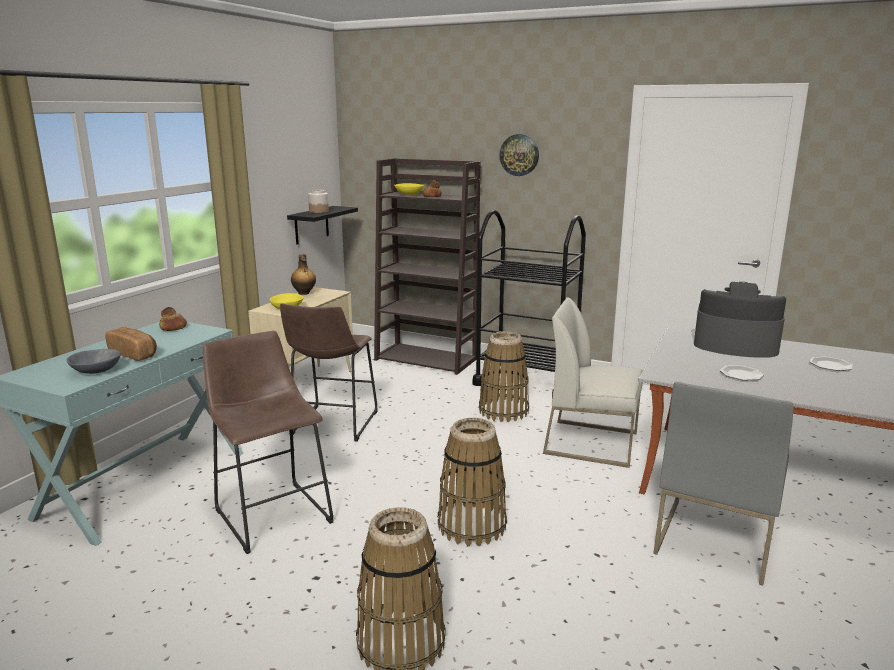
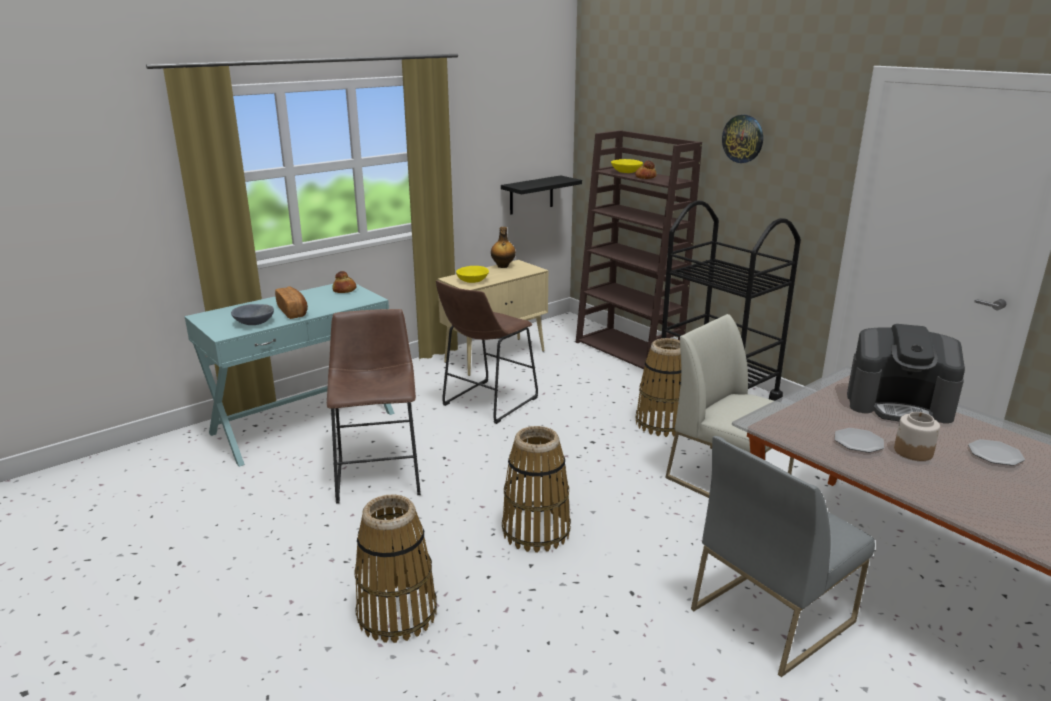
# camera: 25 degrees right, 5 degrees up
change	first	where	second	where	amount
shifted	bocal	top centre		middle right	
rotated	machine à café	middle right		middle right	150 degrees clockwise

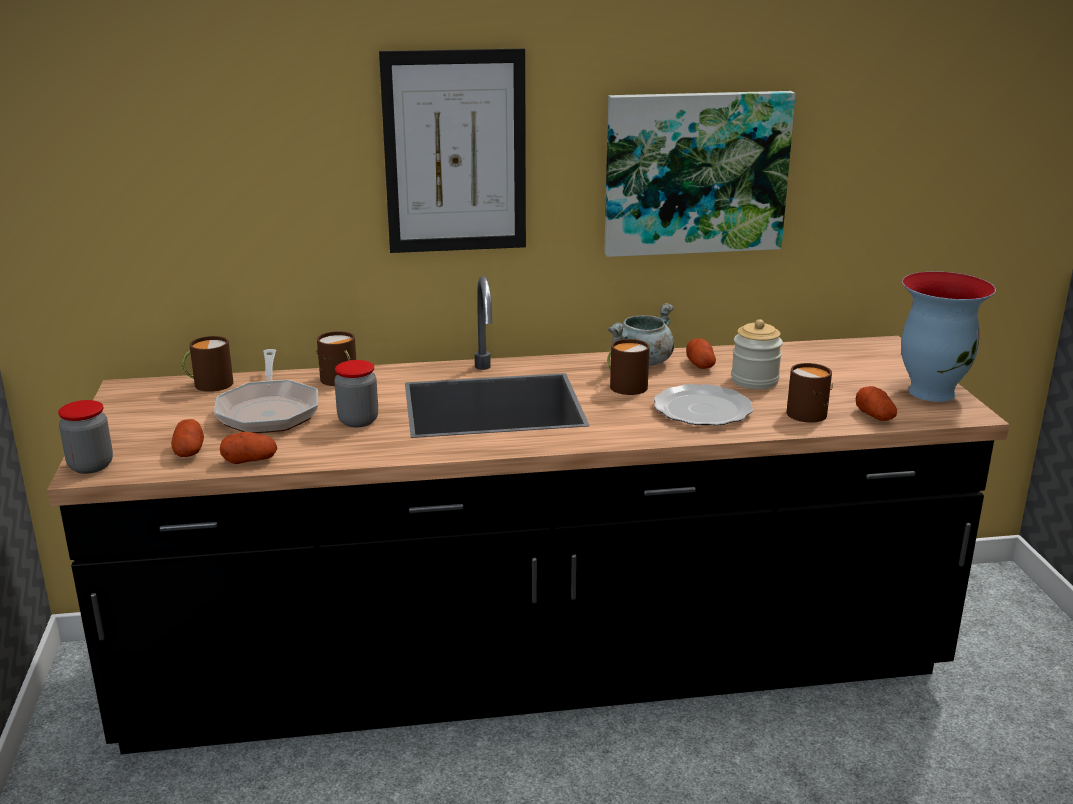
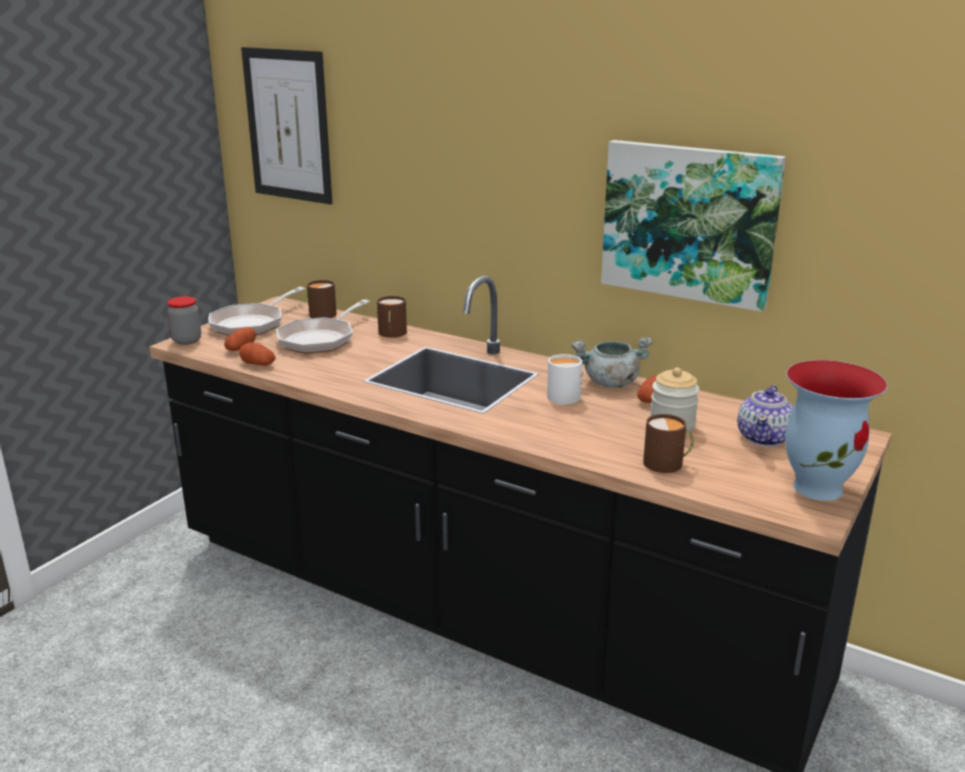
# camera: 40 degrees right, 0 degrees up
change	first	where	second	where	amount
gone	bocal (no. 2 from left)	middle left			
gone	assiette	centre			
gone	pomme de terre (no. 4 from left)	middle right			
new			poêle (no. 1 from left)	middle left	
new			théière	middle right	
shifted	tableau (no. 1 from left)	top centre		top left	
repainted	mug (marron) (no. 3 from left)	centre	mug (blanc)	centre	

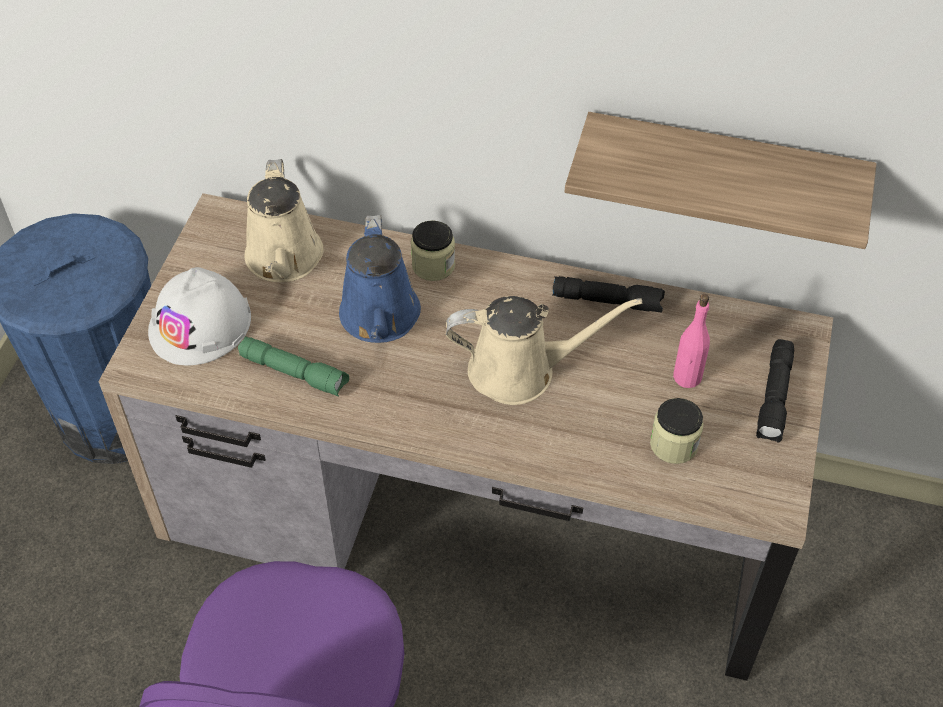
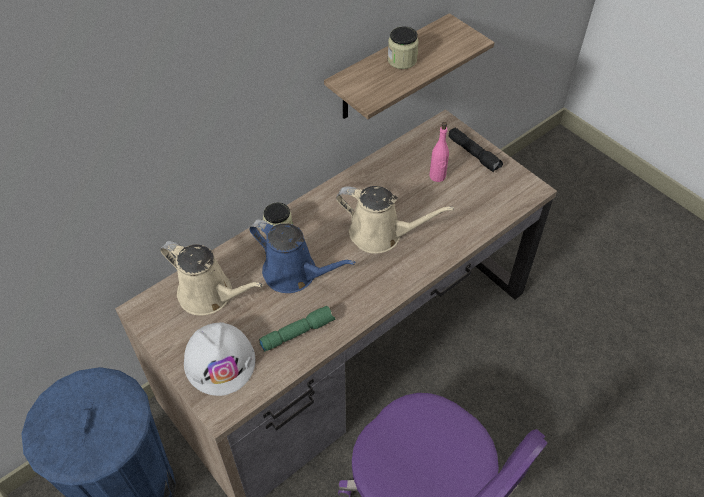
# camera: 55 degrees left, 0 degrees up
change	first	where	second	where	amount
gone	lampe de poche (noir) (no. 1 from left)	centre			
shifted	bocal (no. 2 from left)	middle right		top centre	
rotated	arrosoir (beige) (no. 2 from left)	centre		centre	75 degrees clockwise

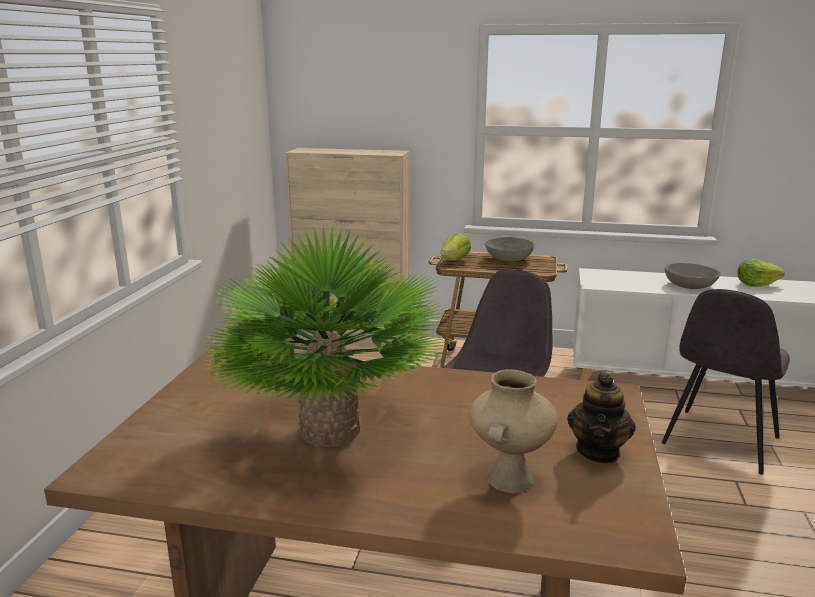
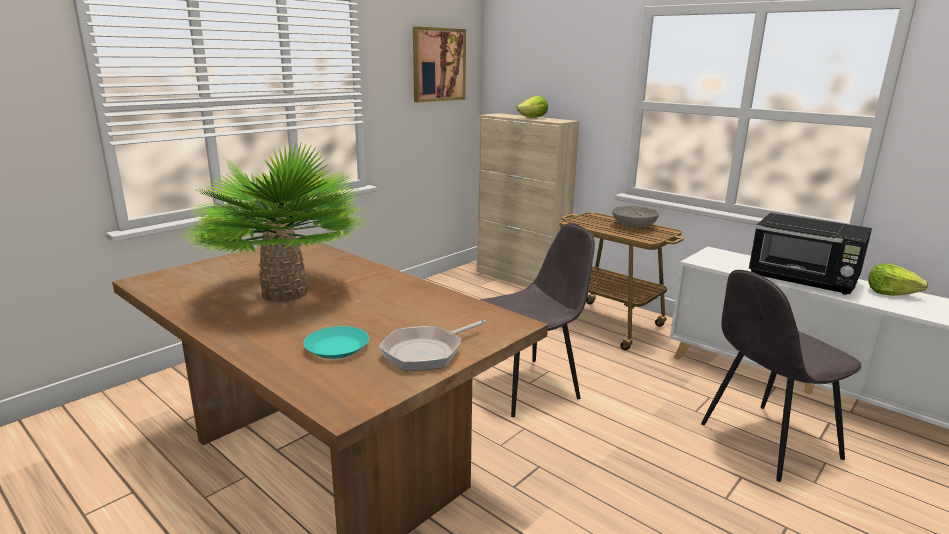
# camera: 30 degrees right, 0 degrees up
change	first	where	second	where	amount
new			tableau	top centre	
shifted	laitue (no. 1 from left)	centre		top centre	
swapped	vase (beige)	bottom centre	assiette (turquoise)	centre	
swapped	théière	bottom right	poêle	centre	
swapped	bol (gris) (no. 2 from left)	middle right	micro-ondes (noir)	middle right	

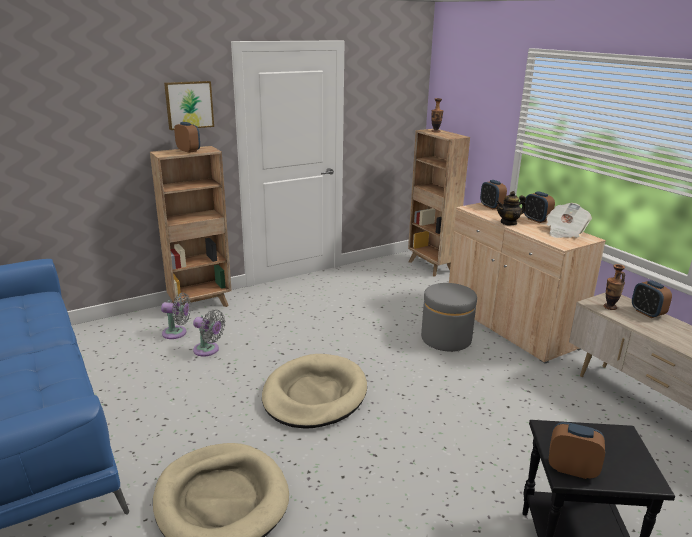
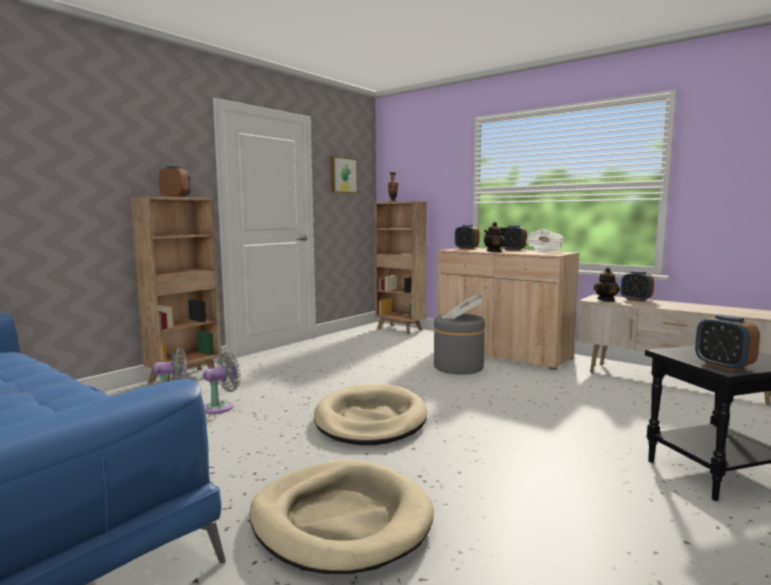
# camera: 20 degrees left, 15 degrees down
change	first	where	second	where	amount
new			journal (no. 1 from left)	centre	
shifted	tableau	top left		top centre	
swapped	vase (no. 2 from left)	middle right	théière (no. 2 from left)	middle right	
rotated	ventilateur (gris) (no. 2 from left)	middle left		middle left	45 degrees counterclockwise
rotated	réveil (no. 4 from left in the first image)	bottom right	réveil (no. 5 from left)	middle right	120 degrees counterclockwise

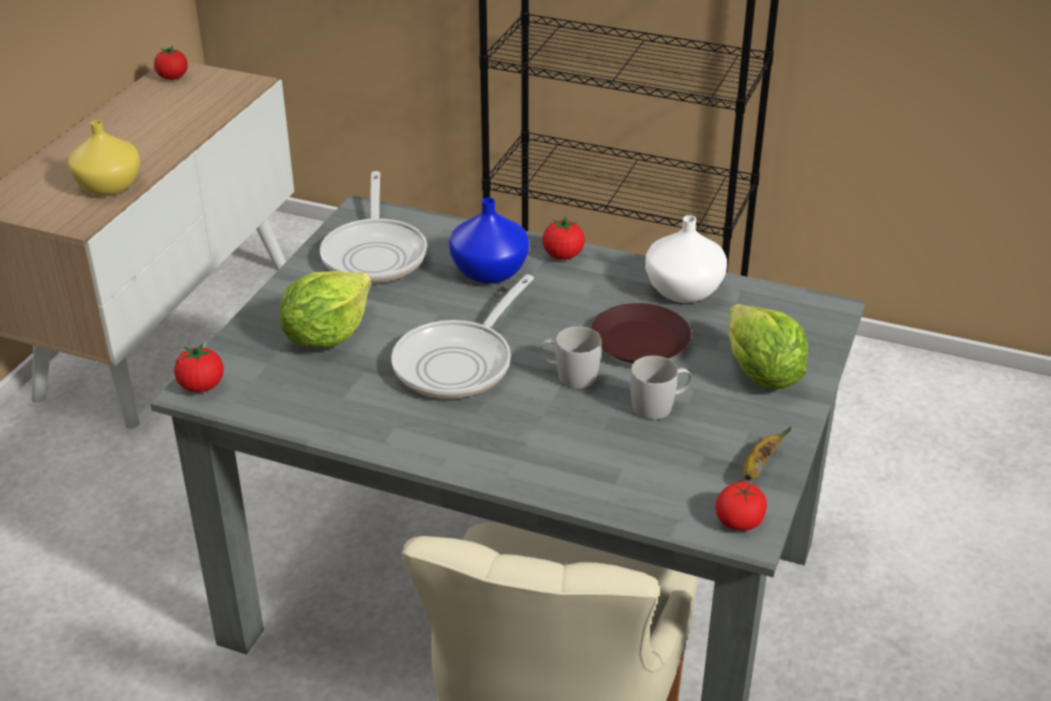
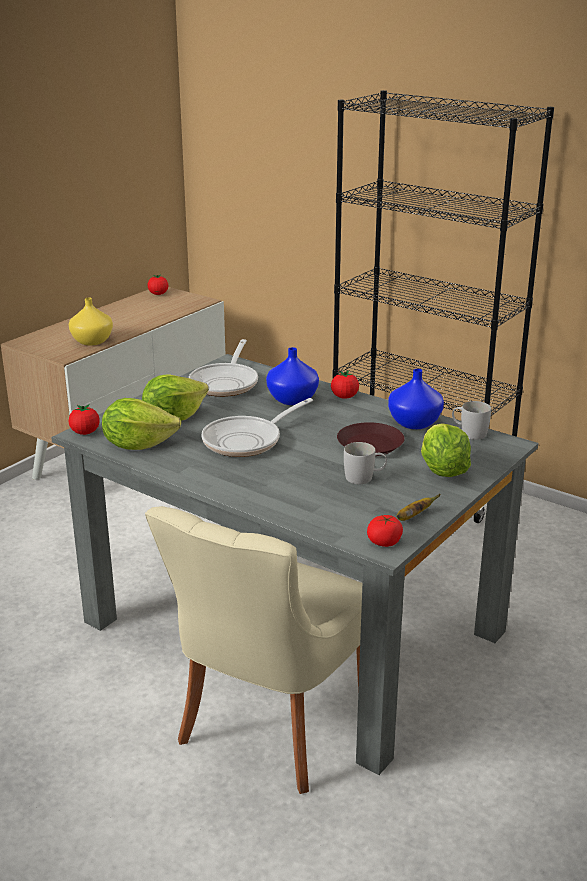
# camera: 15 degrees right, 10 degrees down
change	first	where	second	where	amount
new			laitue (no. 1 from left)	middle left	
shifted	mug (blanc) (no. 1 from left in the first image)	centre	mug (blanc) (no. 2 from left)	middle right	
repainted	vase (blanc)	centre	vase (bleu) (no. 2 from left)	middle right	

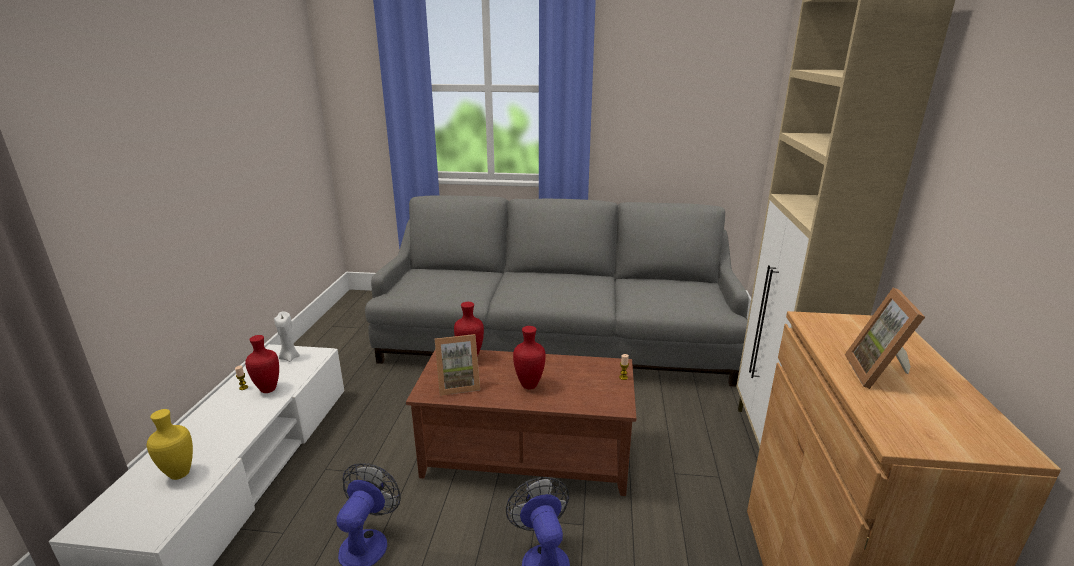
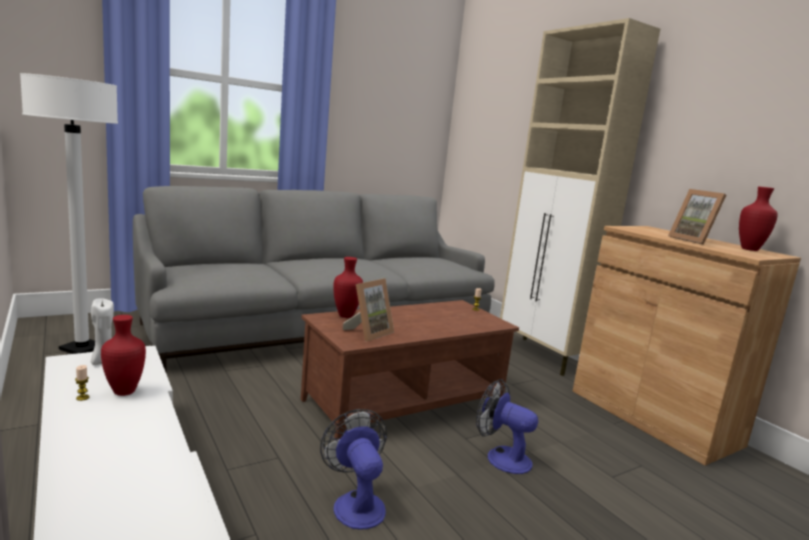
# camera: 40 degrees left, 10 degrees down
change	first	where	second	where	amount
gone	vase (jaune)	bottom left			
new			lampadaire (blanc)	middle left	
shifted	vase (rouge) (no. 3 from left)	centre		middle right	

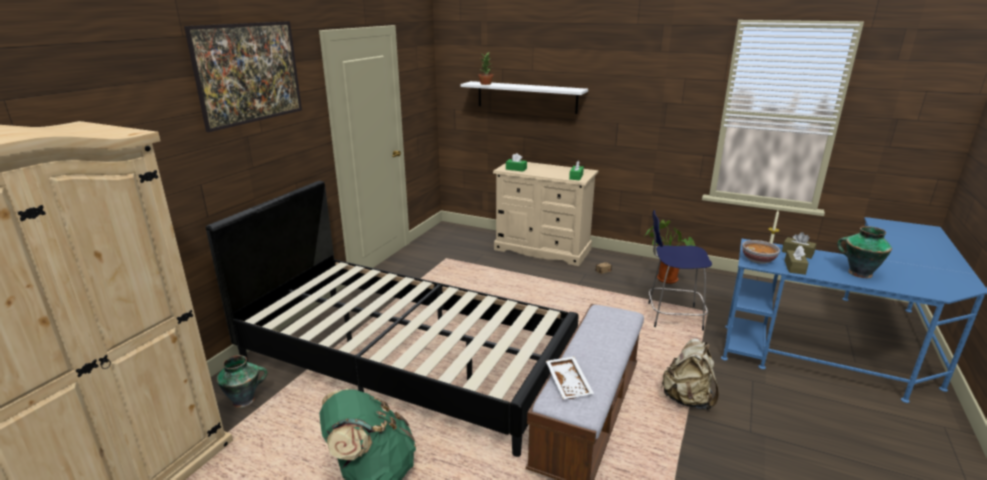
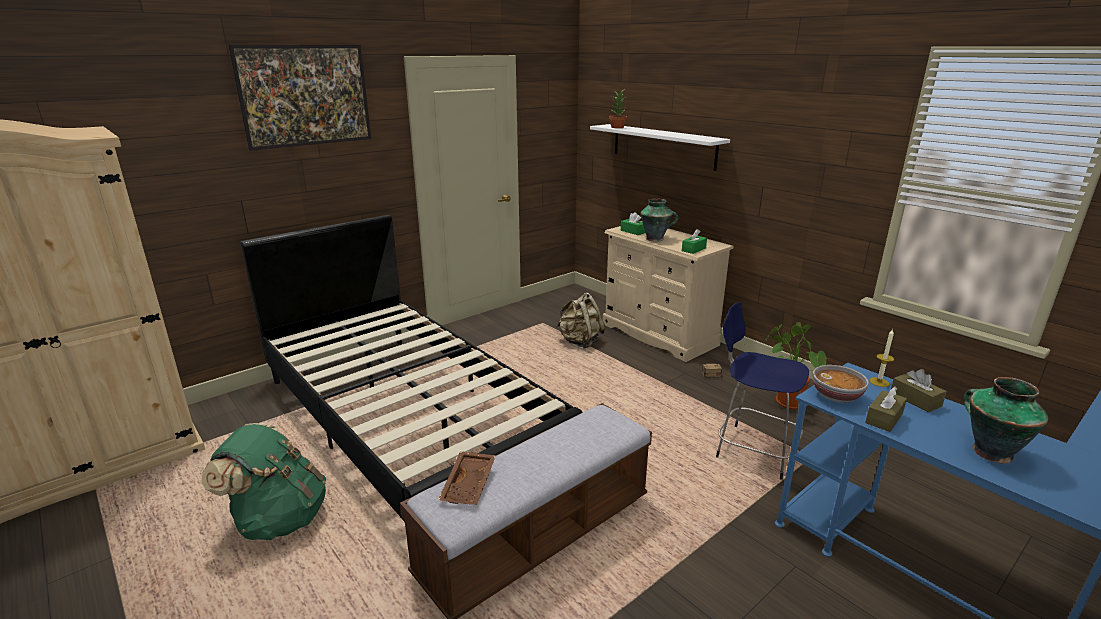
# camera: 25 degrees right, 0 degrees up
change	first	where	second	where	amount
shifted	vase (no. 1 from left)	bottom left		centre	
shifted	sac à dos (beige)	bottom right		centre	
repainted	plateau (blanc)	bottom centre	plateau (marron)	bottom centre	

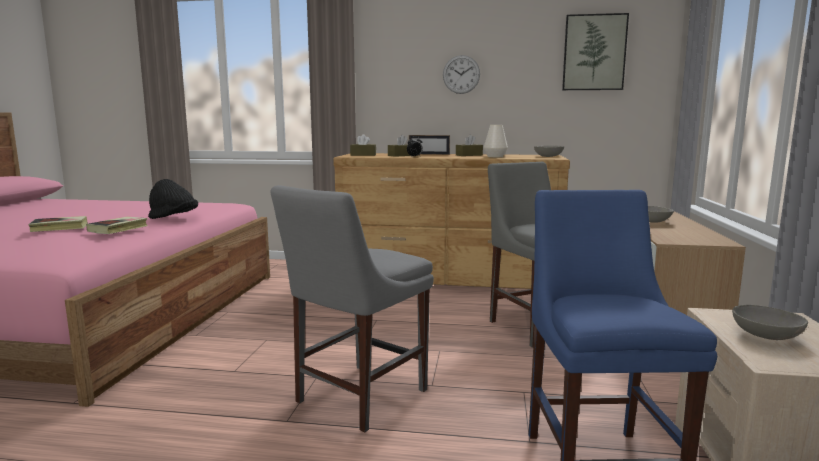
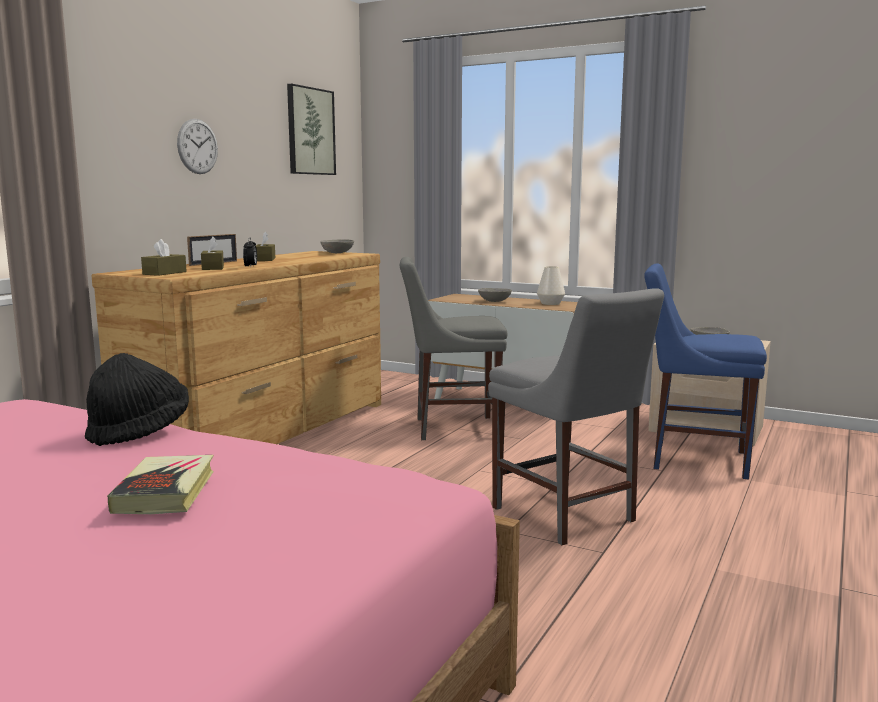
# camera: 70 degrees left, 0 degrees up
change	first	where	second	where	amount
gone	livre (no. 2 from left)	middle left			
shifted	vase (blanc)	top centre		centre	

